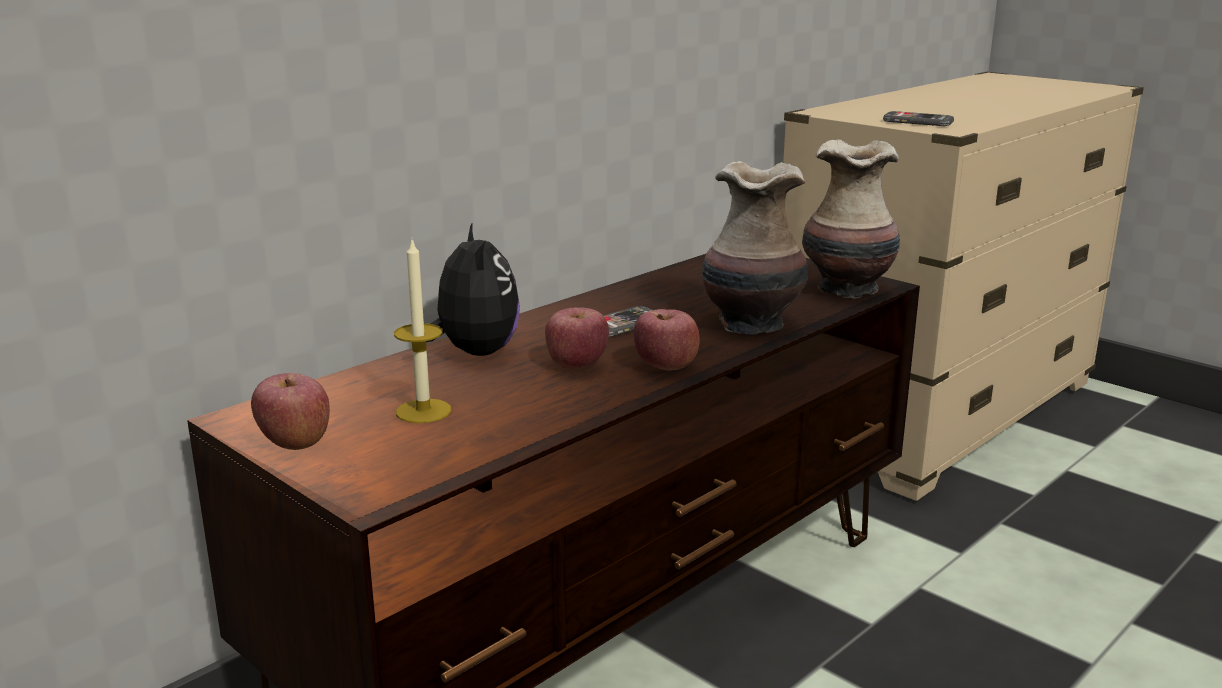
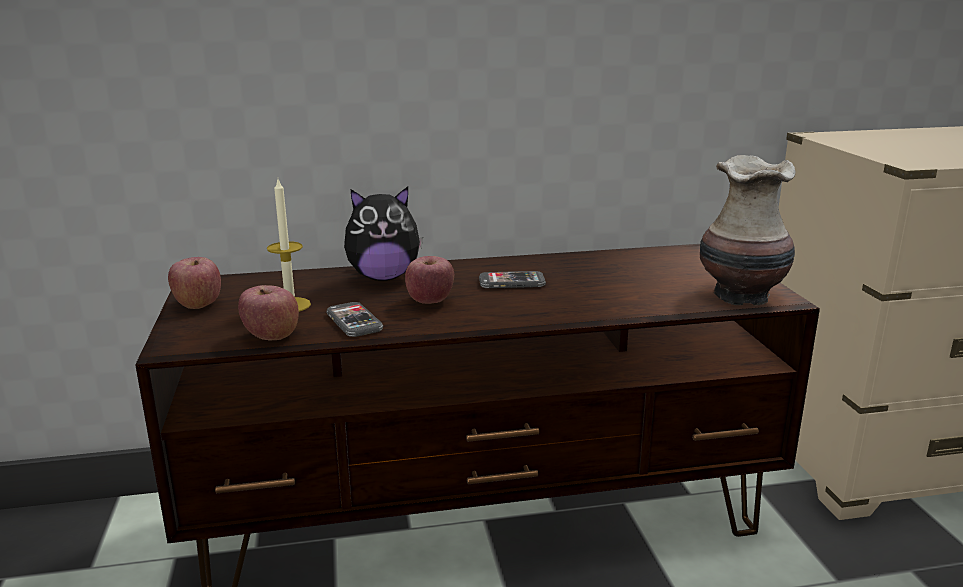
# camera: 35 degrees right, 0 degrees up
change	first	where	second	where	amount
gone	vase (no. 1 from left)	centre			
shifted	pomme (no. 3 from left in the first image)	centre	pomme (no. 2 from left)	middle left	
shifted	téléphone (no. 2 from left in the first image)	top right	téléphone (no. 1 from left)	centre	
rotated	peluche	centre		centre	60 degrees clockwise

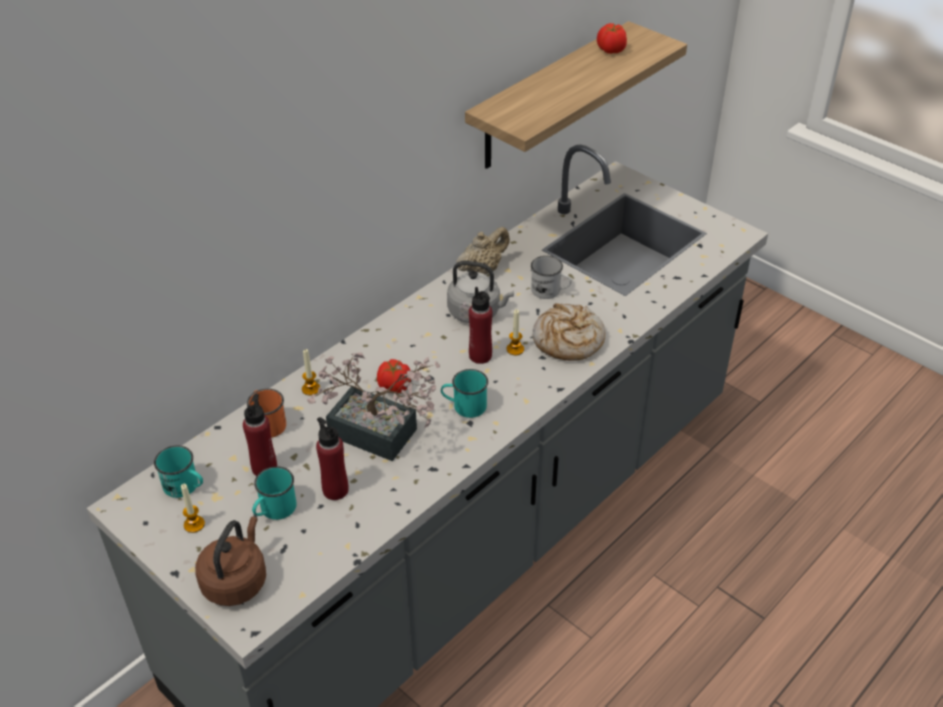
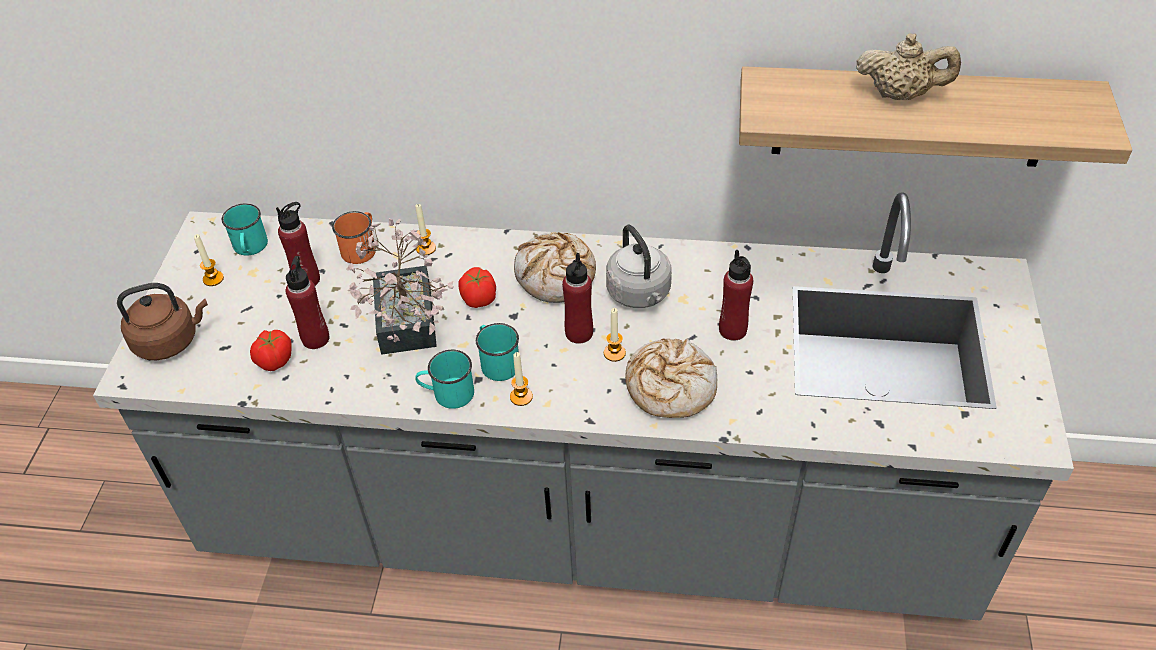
# camera: 55 degrees right, 5 degrees up
change	first	where	second	where	amount
new			bougie (no. 3 from left)	centre	
new			pain (no. 1 from left)	centre	
shifted	mug (turquoise) (no. 2 from left)	bottom left		centre	
shifted	théière (beige)	centre		top right	
shifted	tomate (no. 2 from left in the first image)	top centre	tomate (no. 1 from left)	middle left	
swapped	mug (blanc)	centre	bouteille (rouge) (no. 4 from left)	centre	

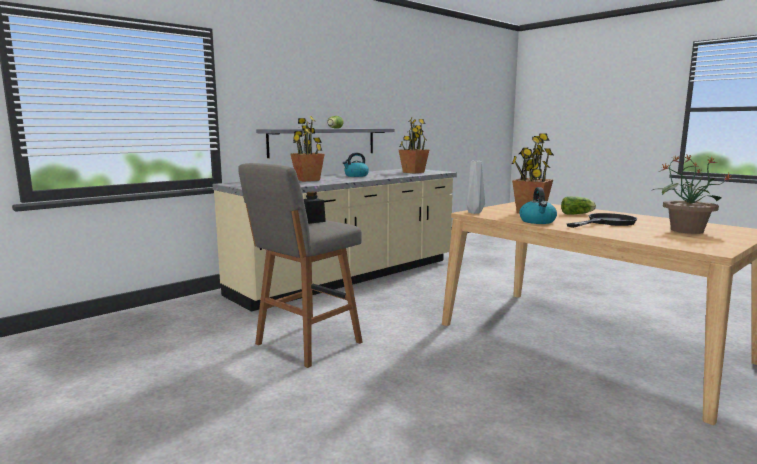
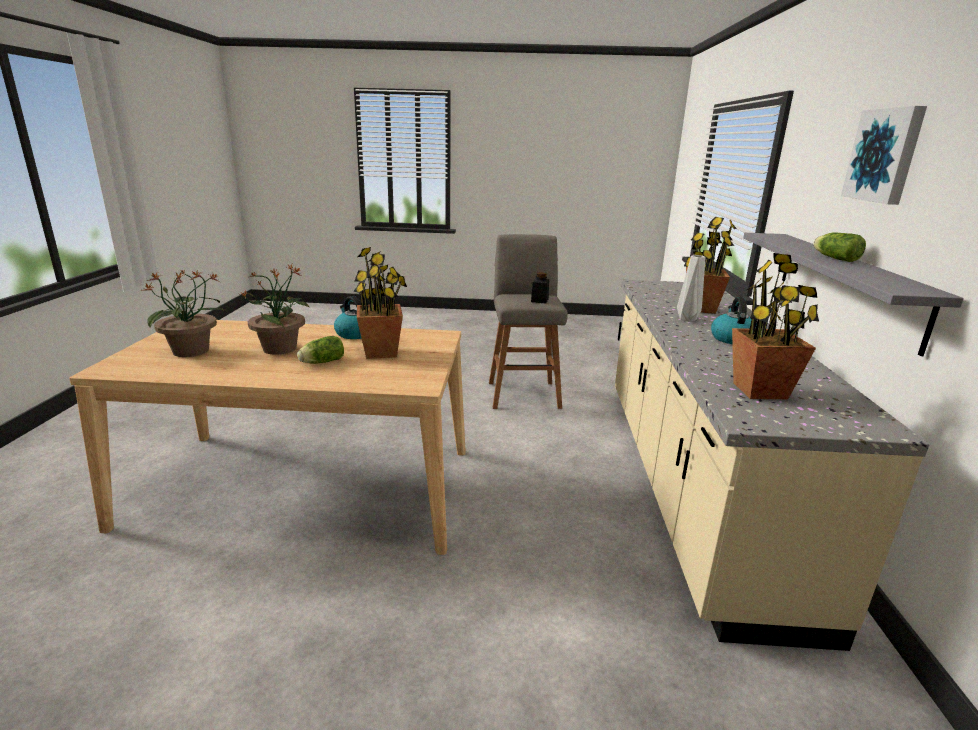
# camera: 135 degrees right, 10 degrees up
change	first	where	second	where	amount
new			tableau	top right	
shifted	vase (gris)	centre		middle right	
swapped	poêle (noir)	middle right	plante en pot (no. 2 from left)	middle left	

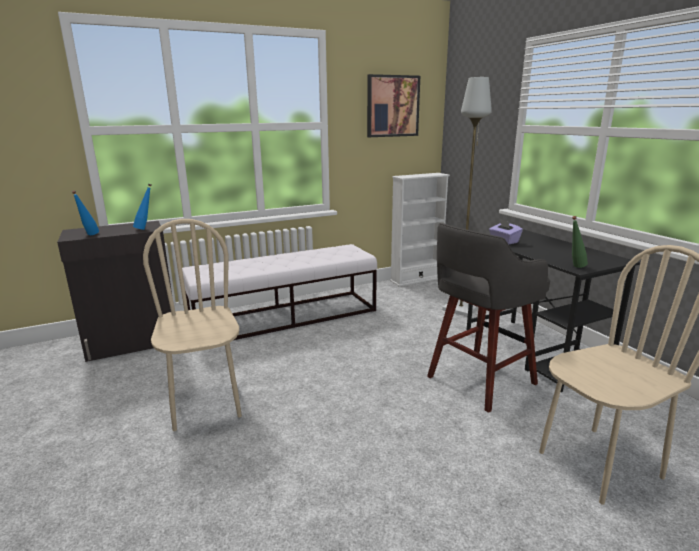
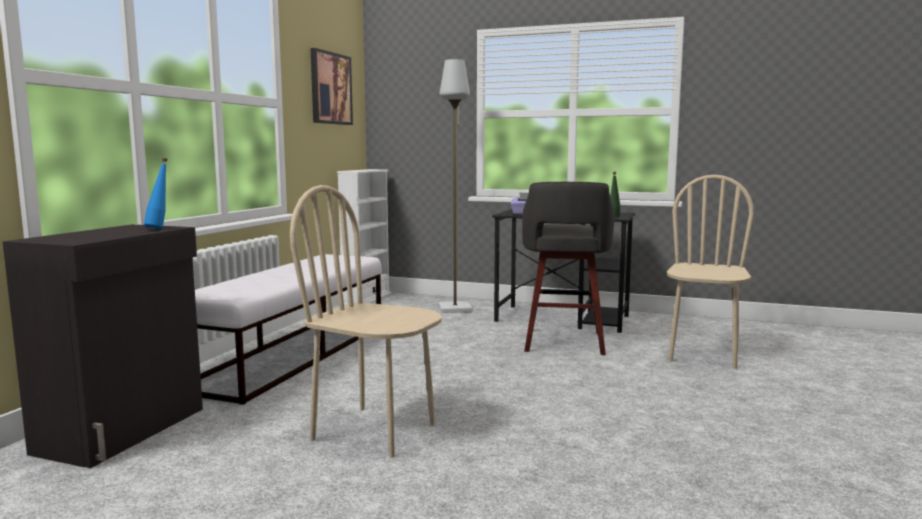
# camera: 45 degrees left, 10 degrees down
change	first	where	second	where	amount
gone	bouteille (bleu) (no. 1 from left)	middle left			

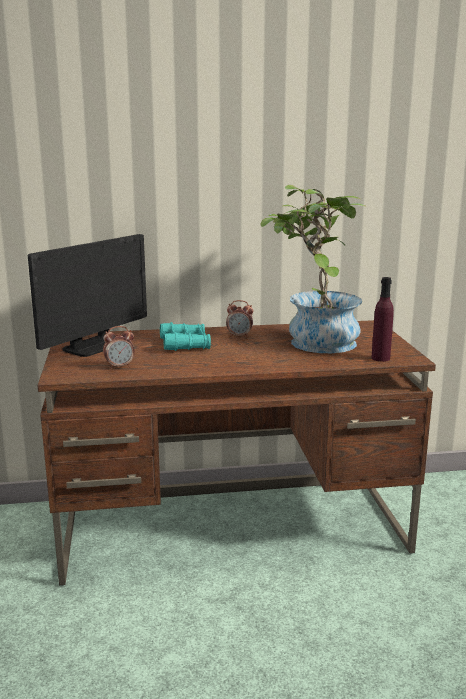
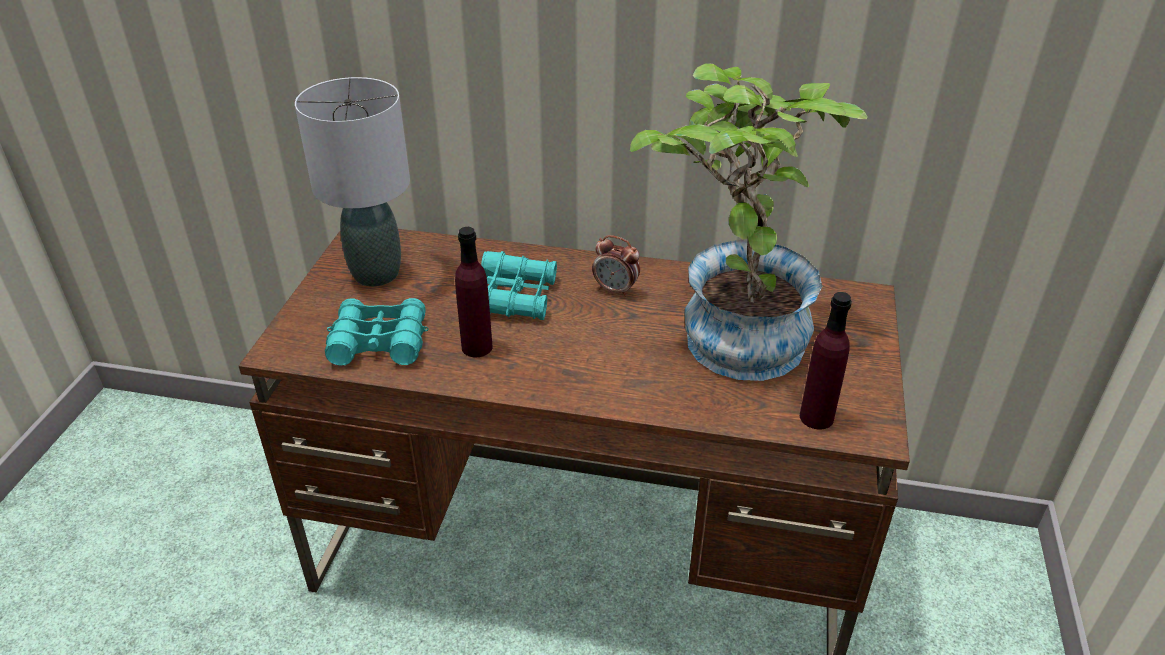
# camera: 20 degrees right, 20 degrees up
change	first	where	second	where	amount
new			bouteille (violet) (no. 1 from left)	centre	
swapped	écran d'ordinateur	middle left	lampe de table (gris)	top left	
swapped	réveil (no. 1 from left)	middle left	jumelles (turquoise) (no. 1 from left)	middle left	

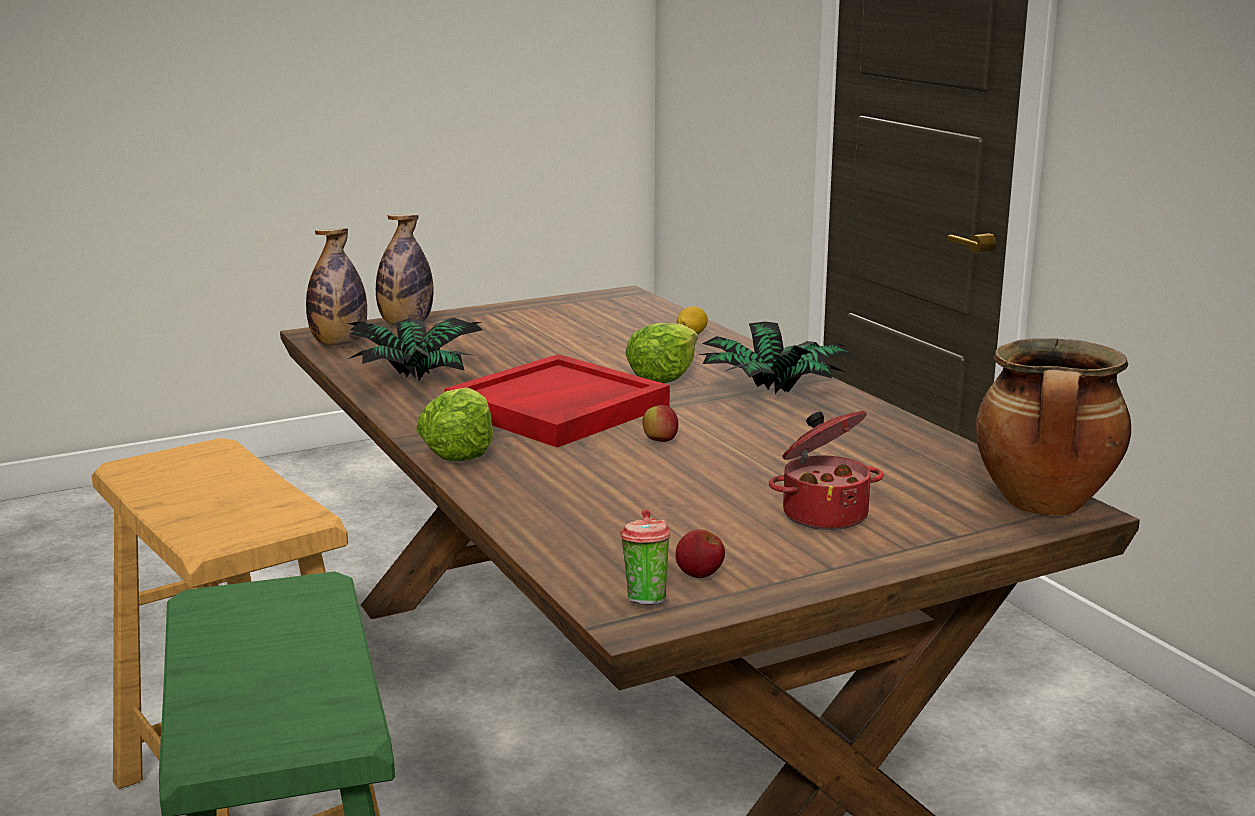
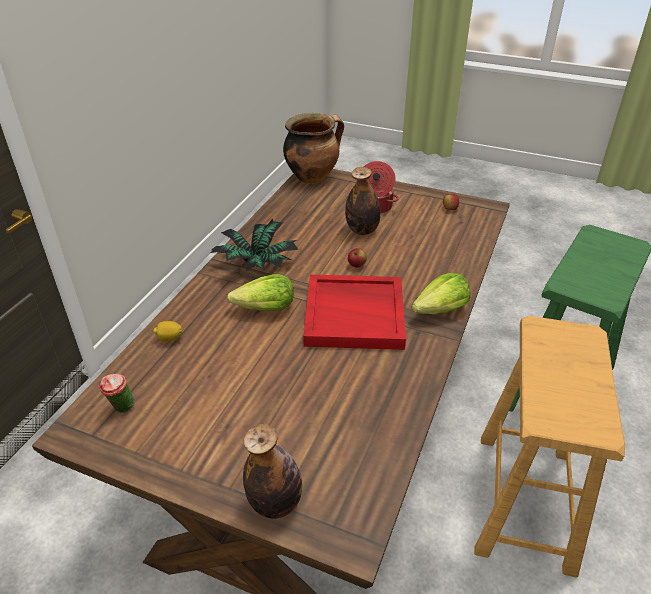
# camera: 130 degrees left, 20 degrees up
change	first	where	second	where	amount
gone	plante en pot (no. 1 from left)	middle left			
shifted	bouteille (no. 1 from left in the first image)	middle left	bouteille (no. 2 from left)	centre	
shifted	tasse	bottom centre		middle left	

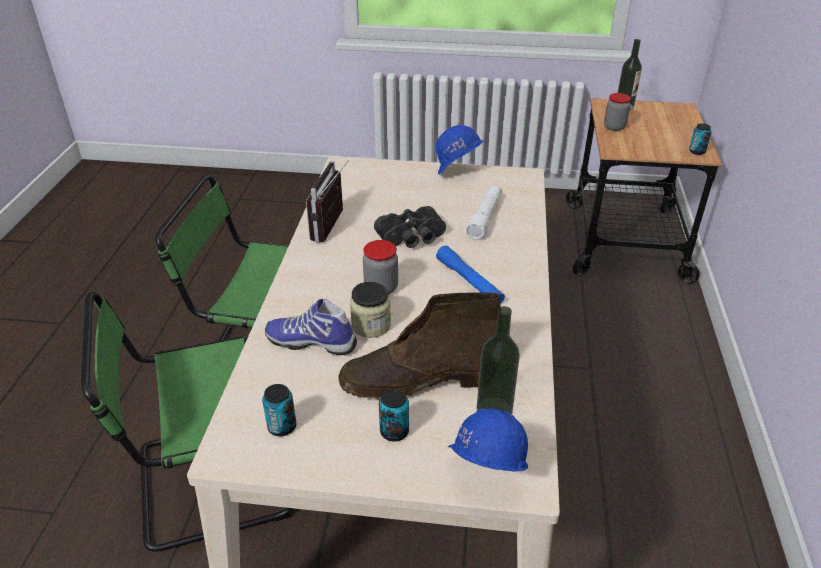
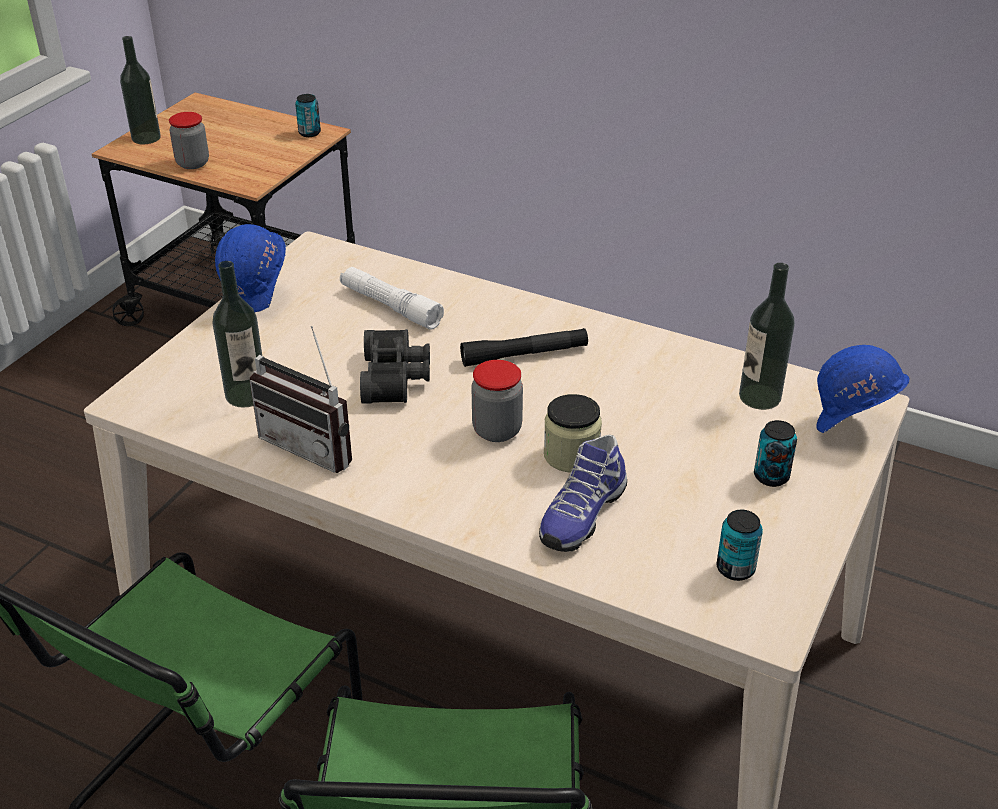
# camera: 70 degrees left, 0 degrees up
change	first	where	second	where	amount
gone	botte (marron)	centre			
new			bouteille (no. 2 from left)	middle left	
repainted	lampe de poche (bleu)	centre	lampe de poche (noir)	centre	

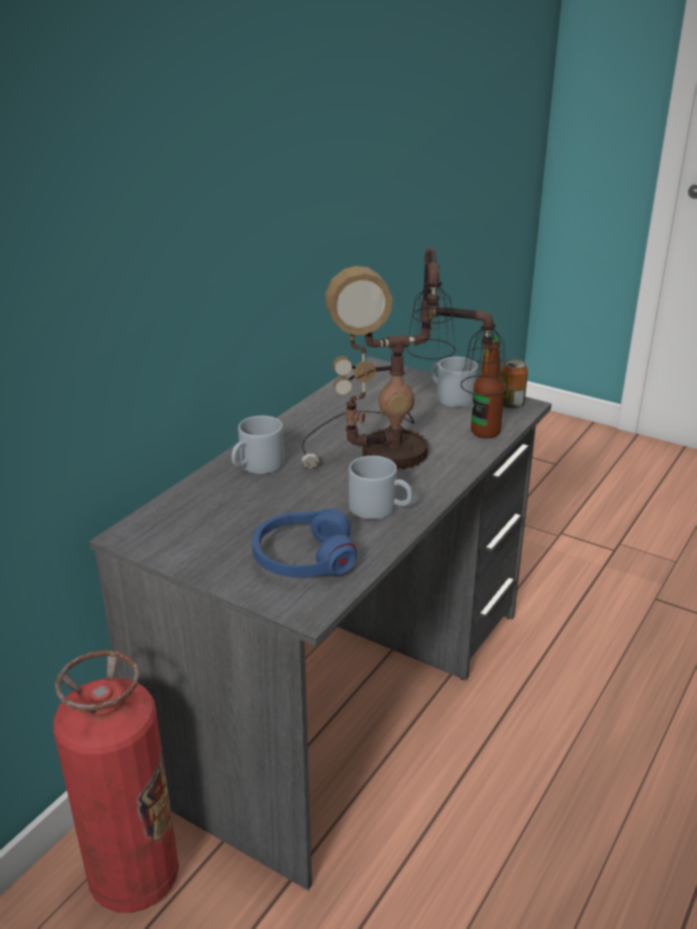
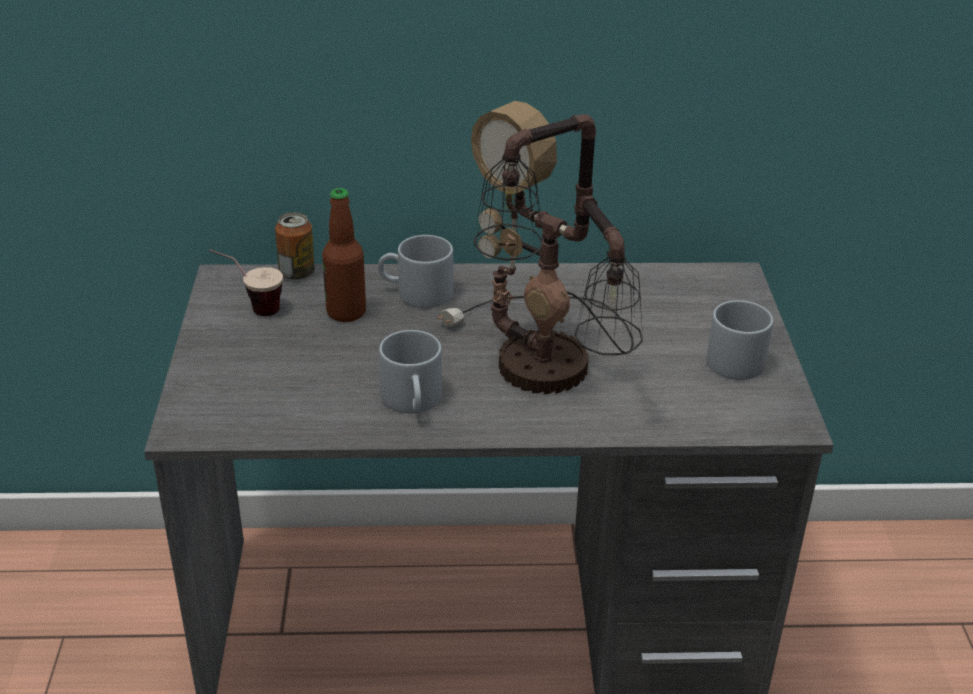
# camera: 55 degrees right, 5 degrees up
change	first	where	second	where	amount
gone	extincteur	bottom left			
gone	casque audio (bleu)	centre			
new			tasse	middle left	
shifted	bouteille	middle right		centre	
shifted	boîte métallique	middle right		middle left	

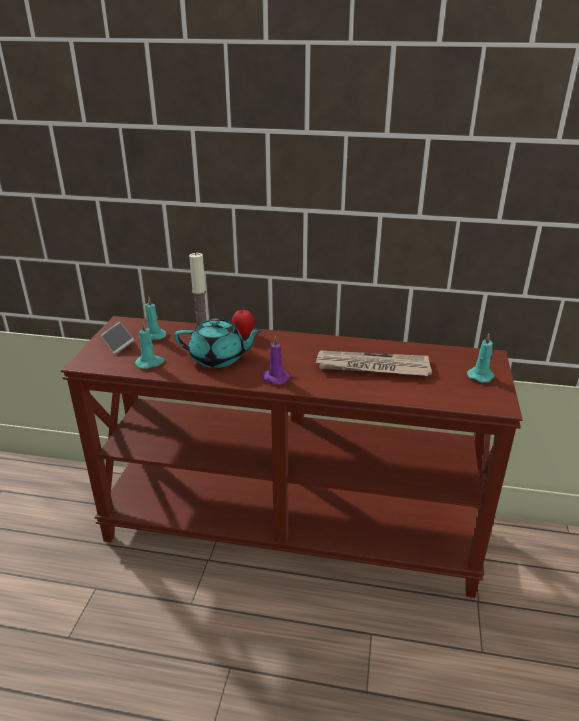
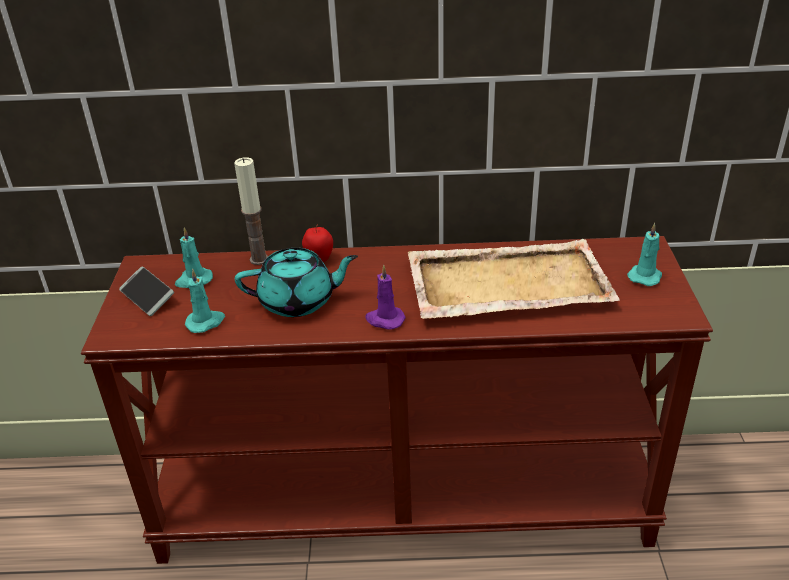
# camera: 10 degrees left, 5 degrees up
change	first	where	second	where	amount
swapped	journal	centre	plateau (beige)	centre	

